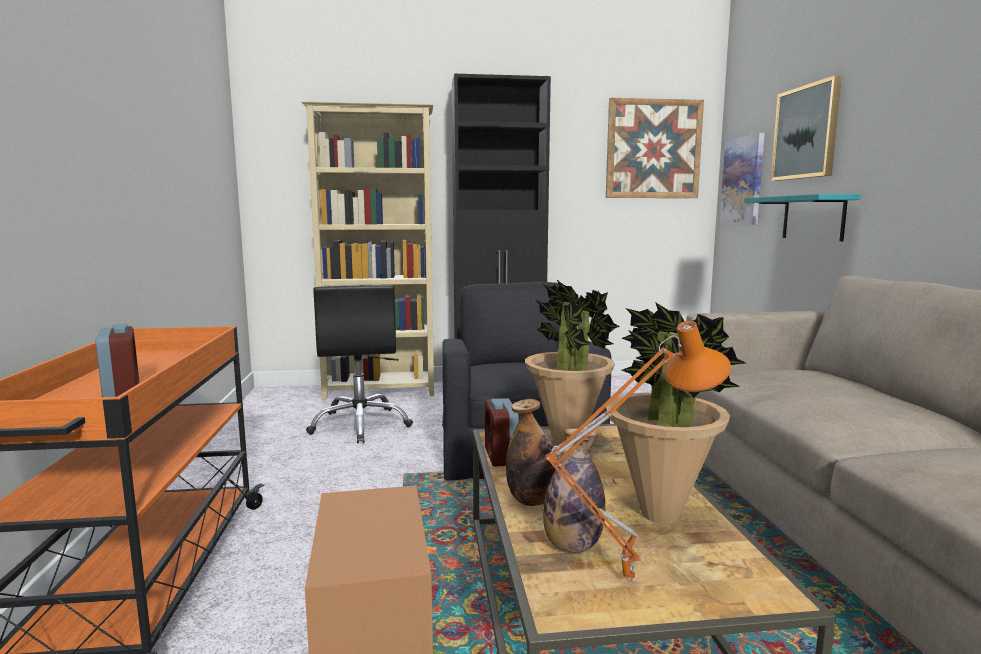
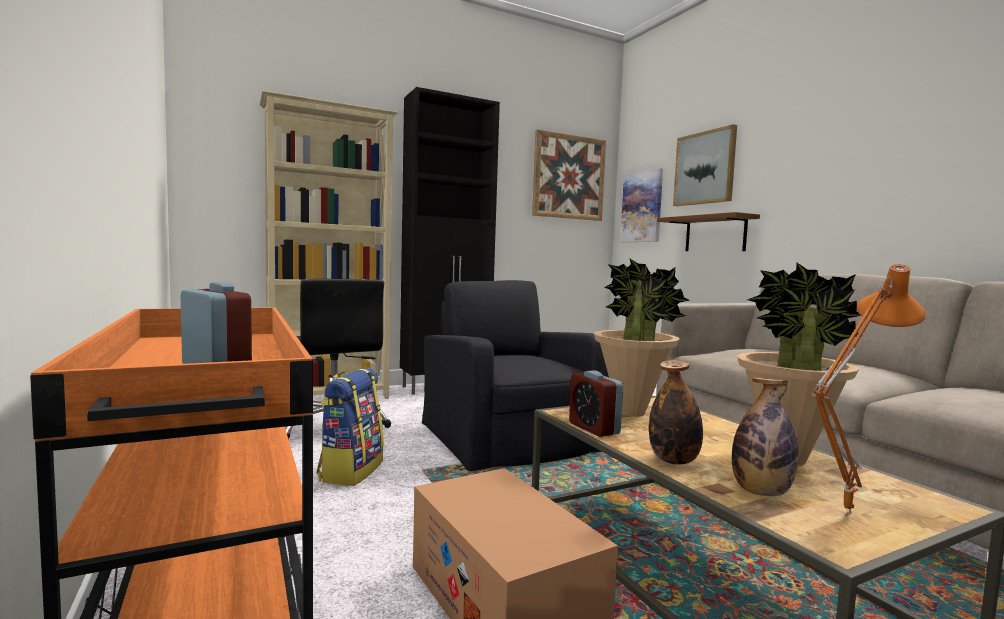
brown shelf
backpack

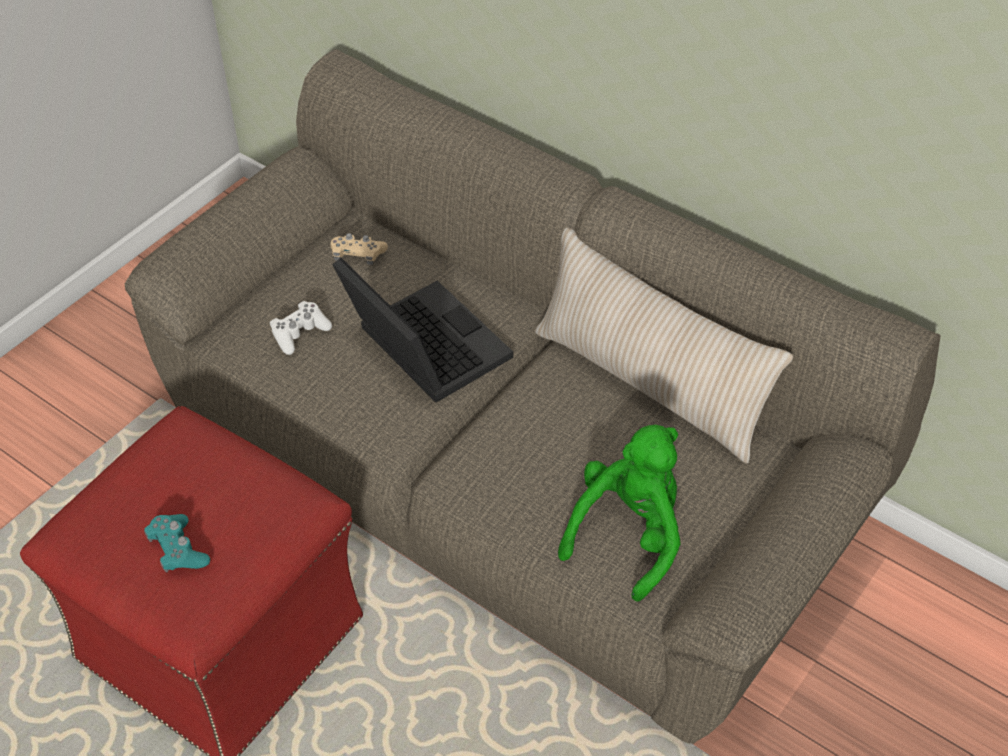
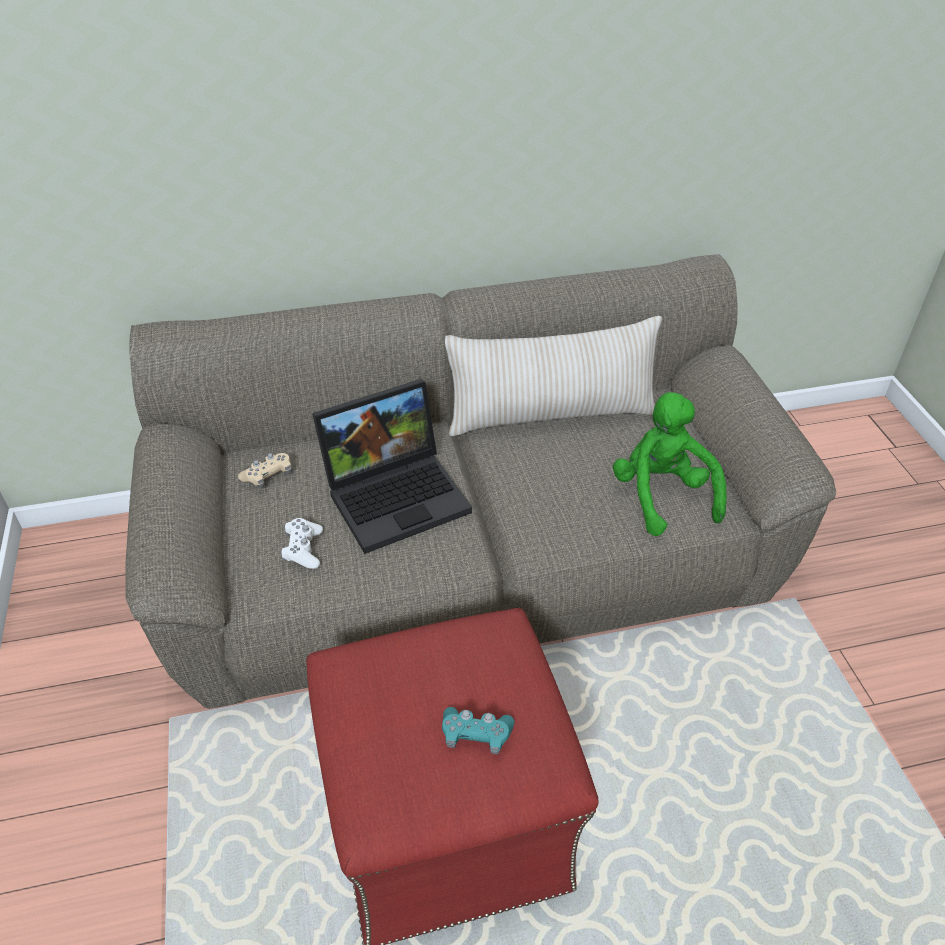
laptop

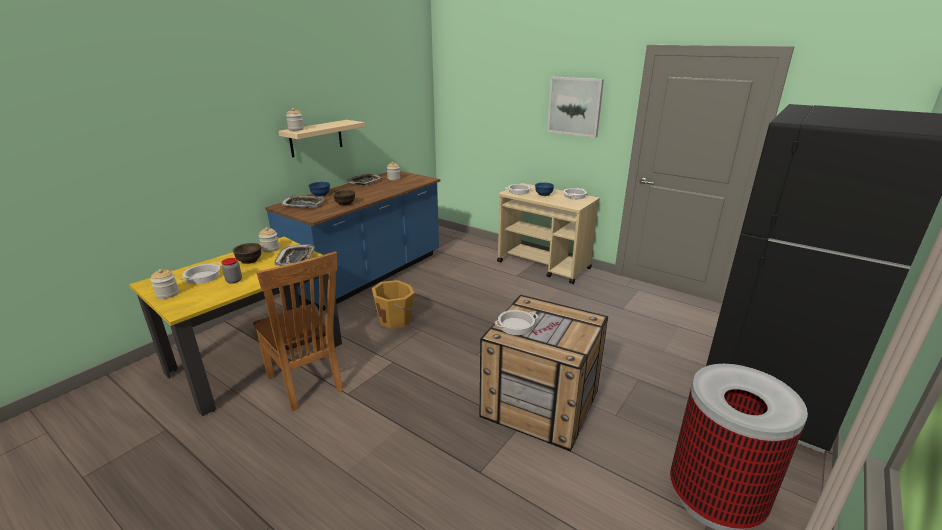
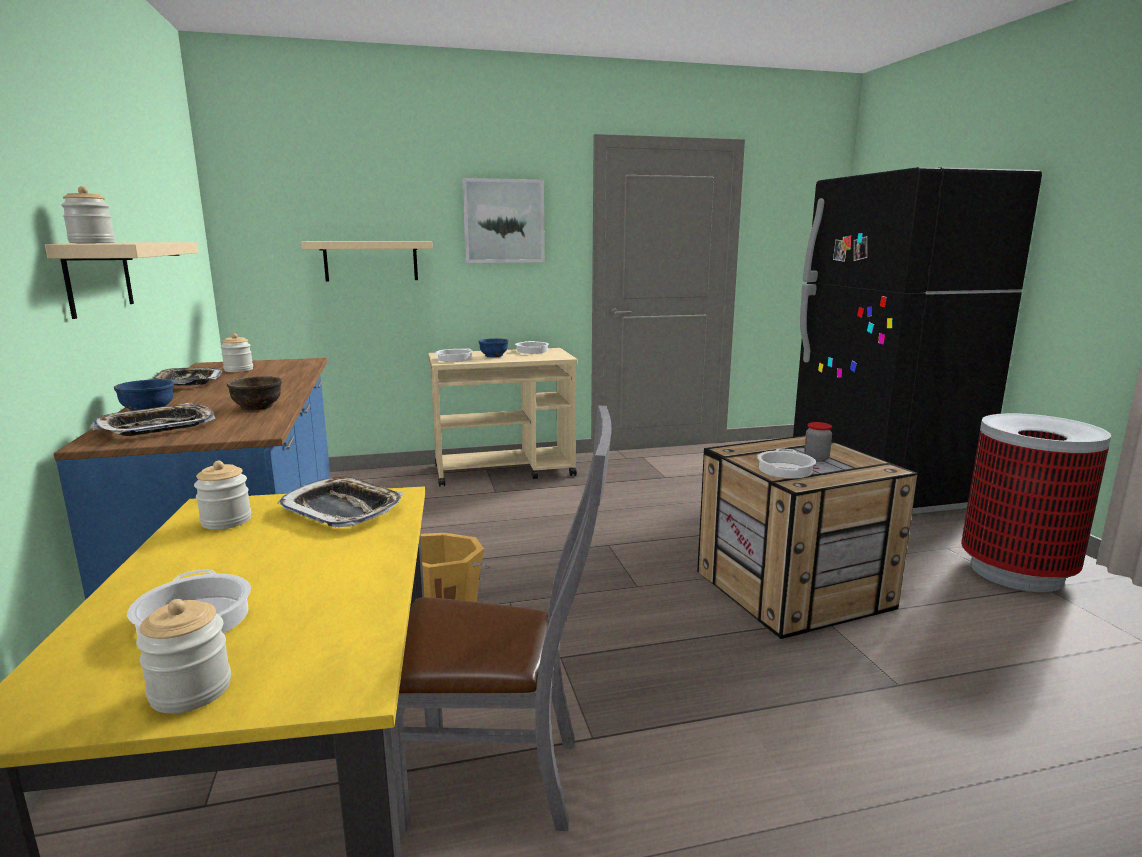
jar (no. 5 from left)
brown bowl (no. 1 from left in the first image)
grey chair
beige shelf (no. 2 from left)

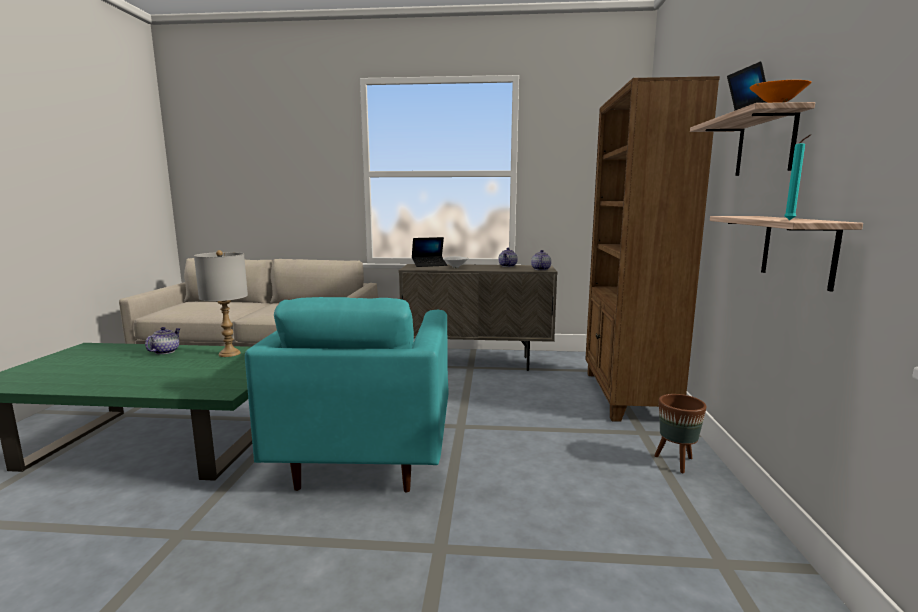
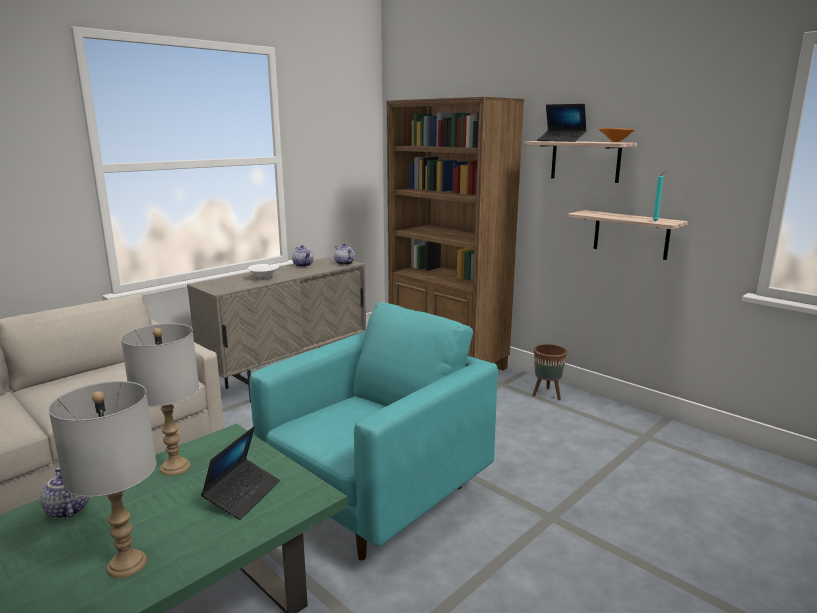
turquoise armchair
laptop (no. 1 from left)
grey table lamp (no. 1 from left)

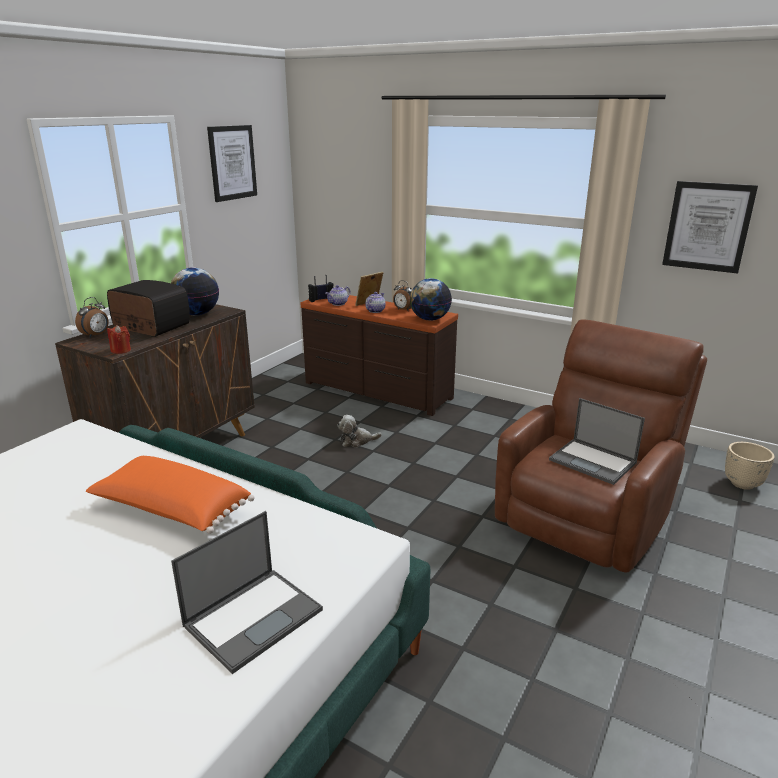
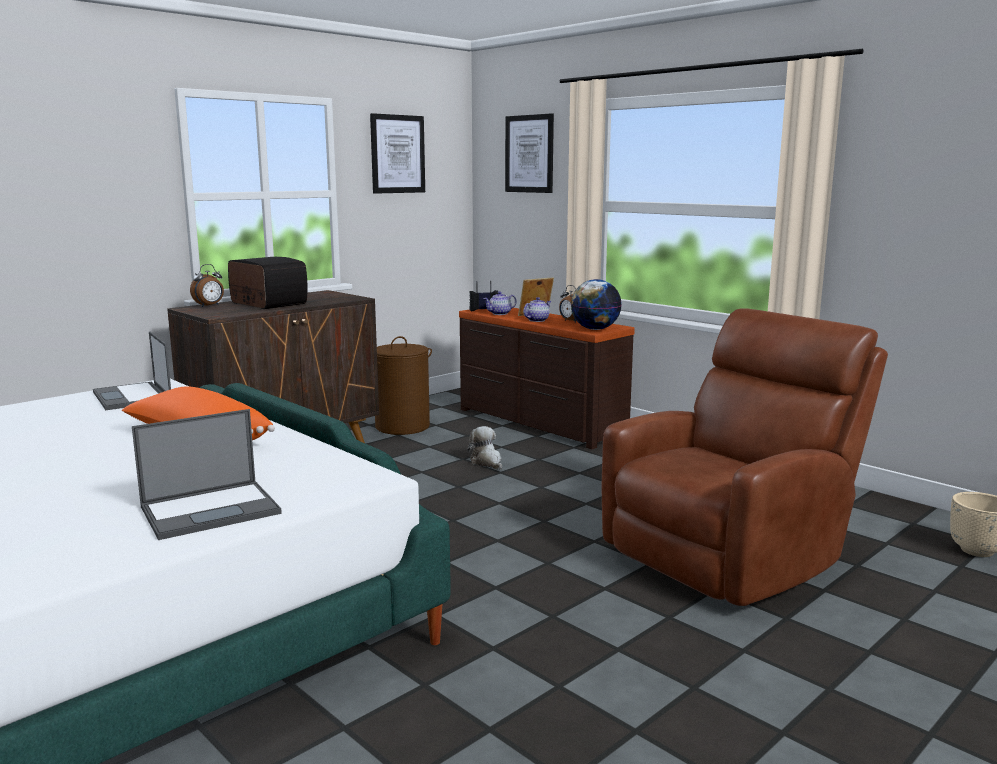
red candle
globe (no. 1 from left in the first image)
plush toy
laptop (no. 1 from left)
picture (no. 2 from left)
brown laundry basket

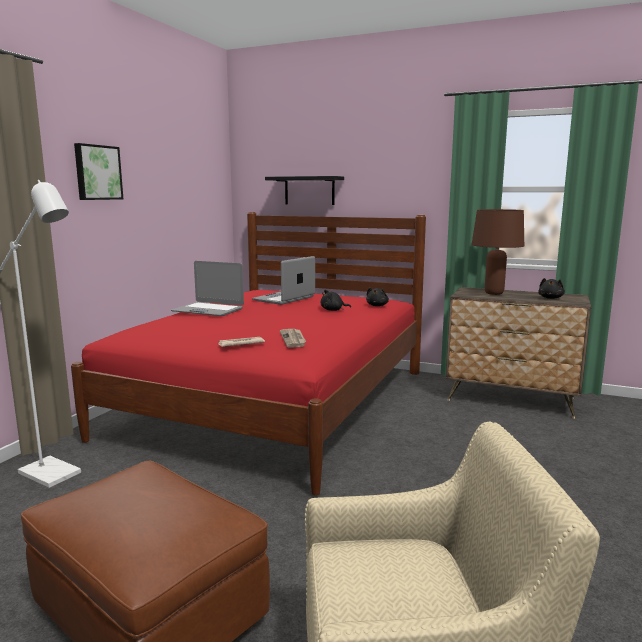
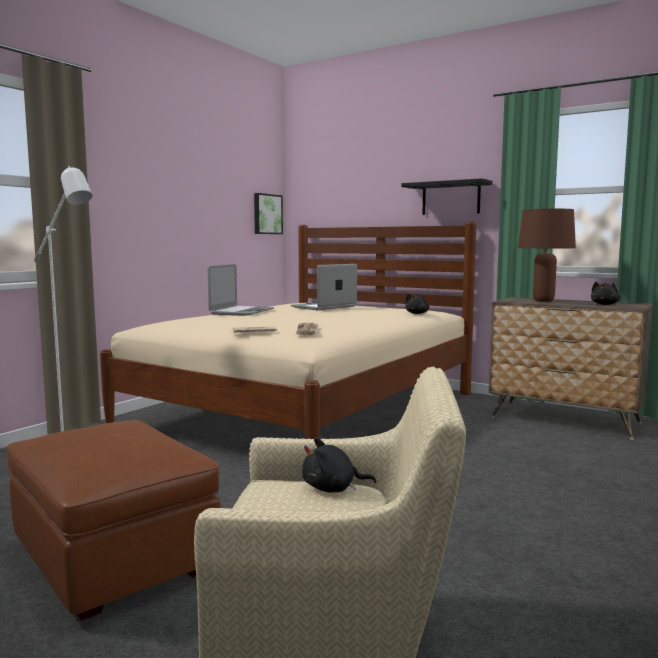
beige bed
picture
laptop (no. 1 from left)
black shelf
black plush toy (no. 1 from left)

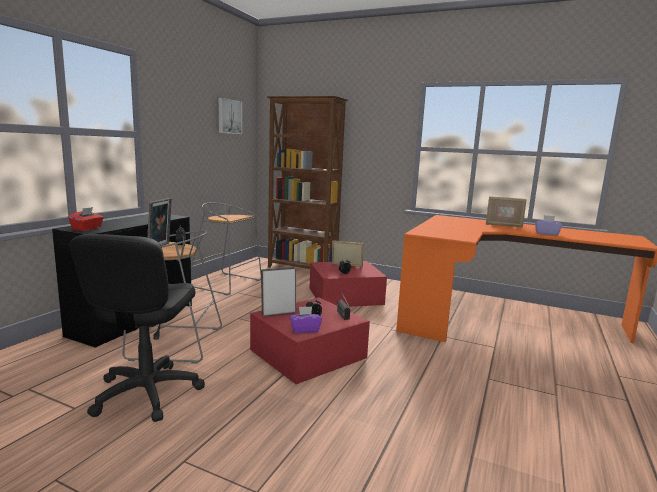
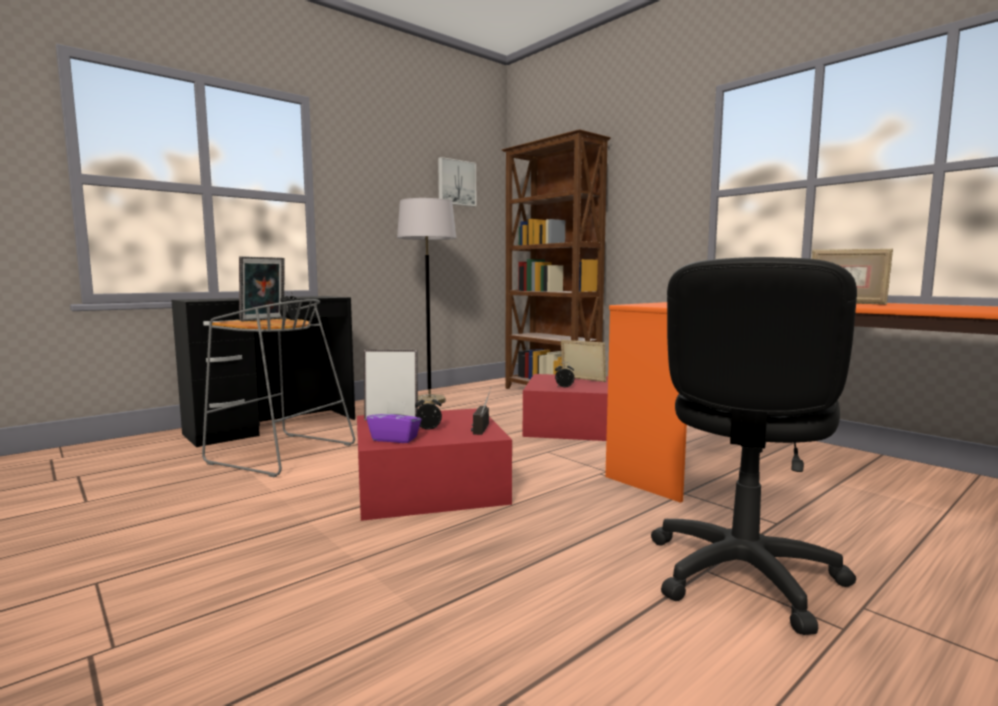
red tissue box
black office chair
grey floor lamp
purple tissue box (no. 2 from left in the first image)

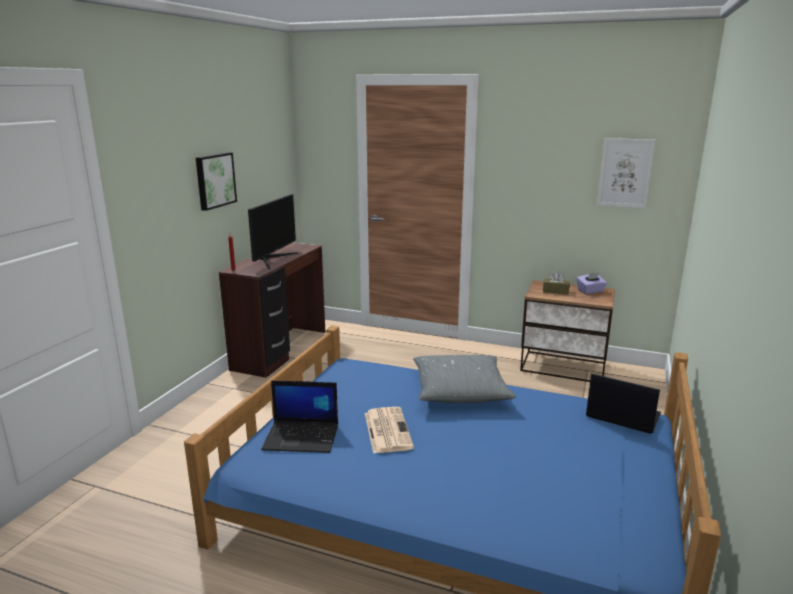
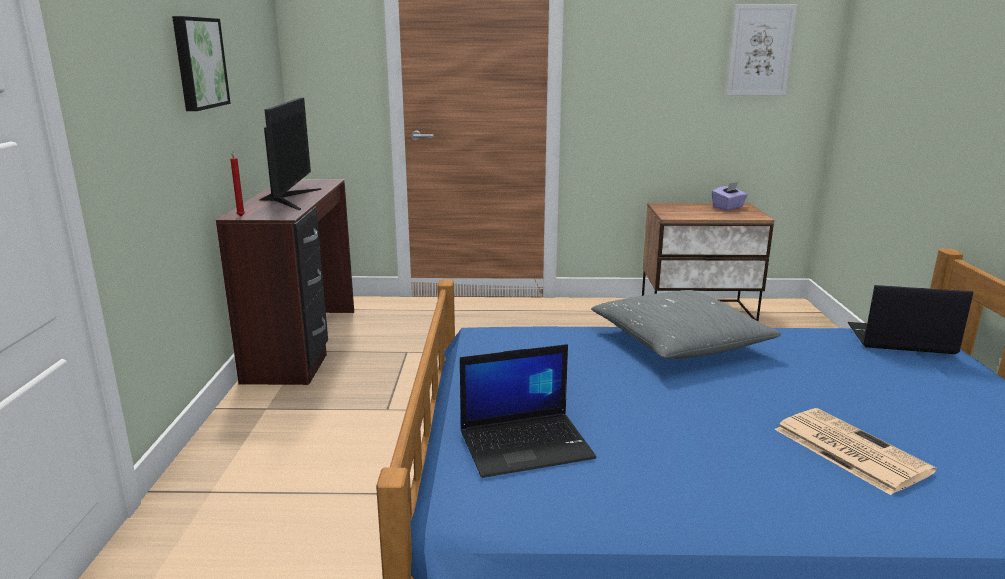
newspaper
brown tissue box

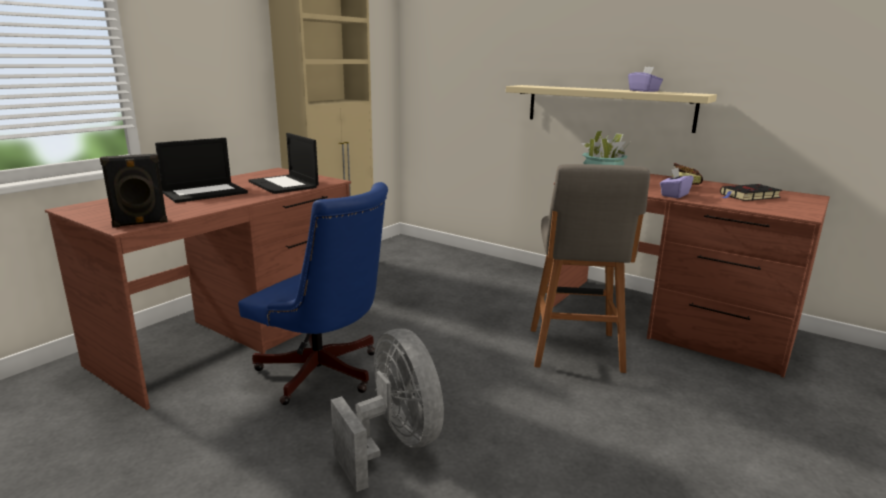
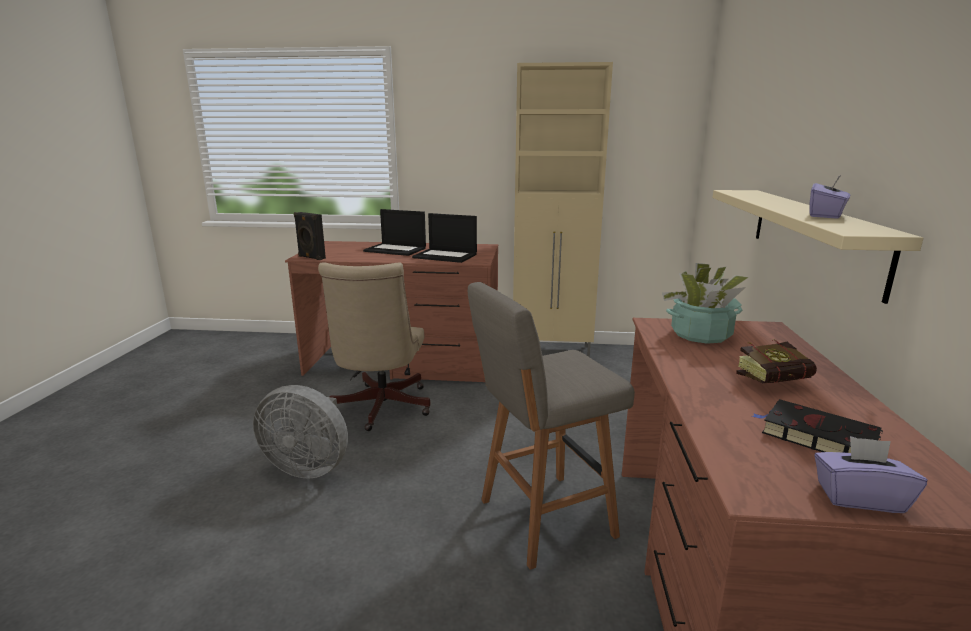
beige office chair
laptop (no. 2 from left)
grey fan
purple tissue box (no. 2 from left)

